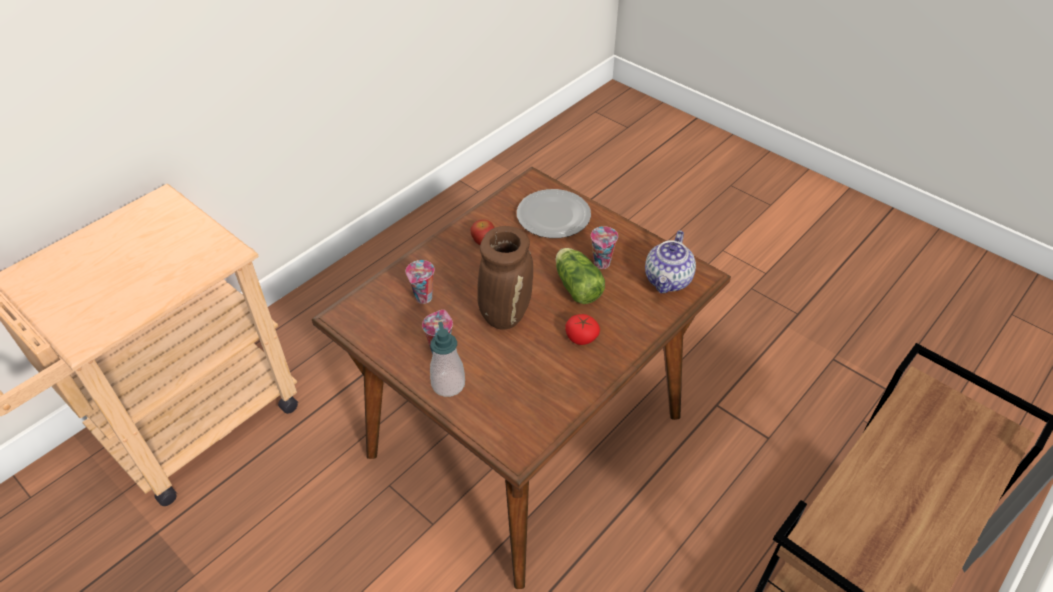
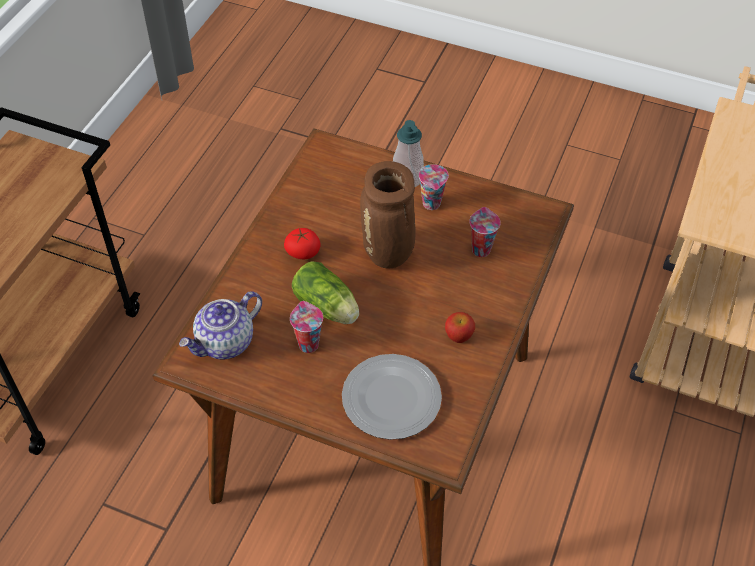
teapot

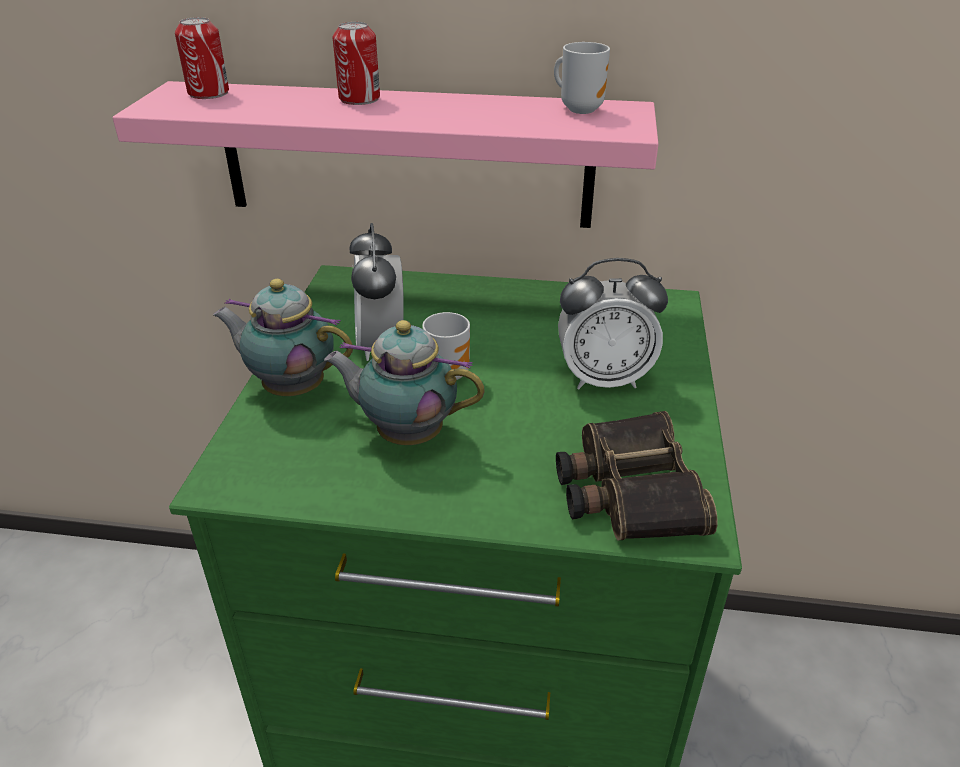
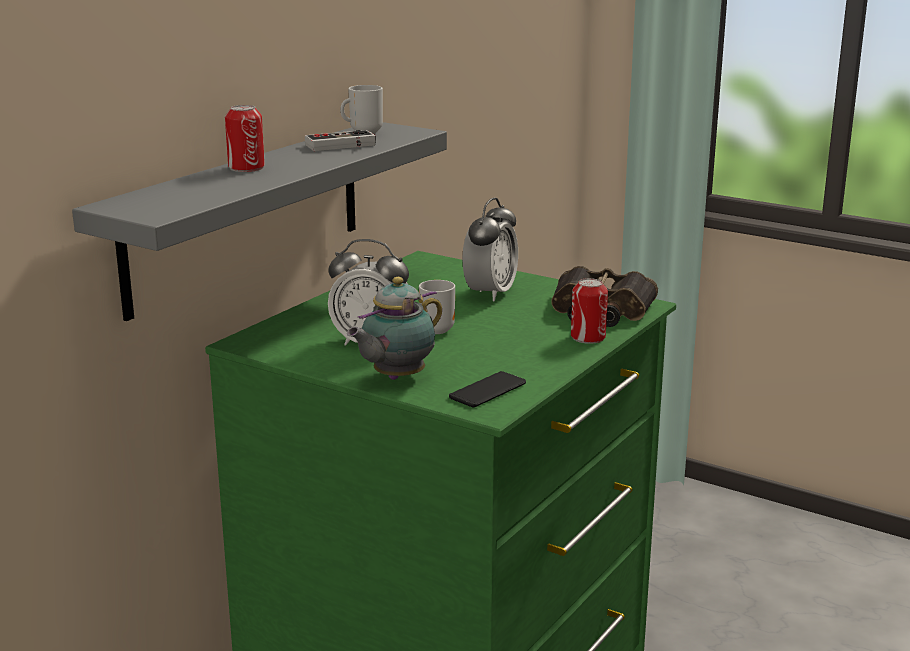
grey shelf
can (no. 2 from left)
teapot (no. 2 from left in the first image)
game controller
phone

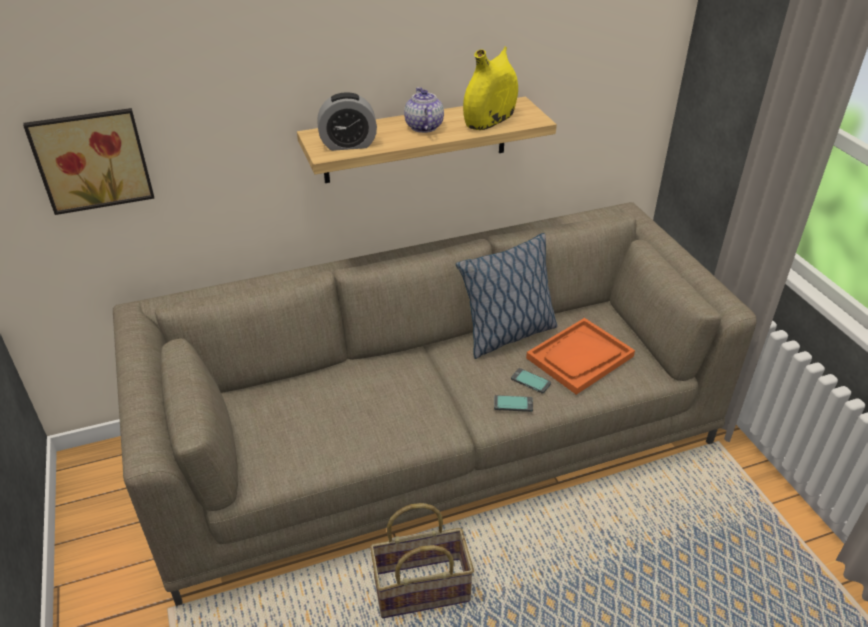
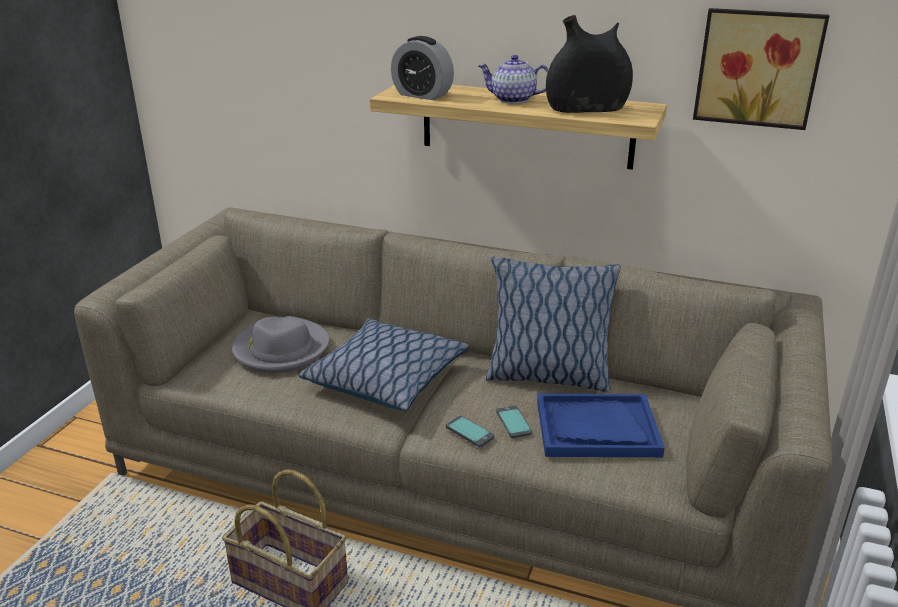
picture
teapot
black vase
blue tray
grey hat
pillow (no. 1 from left)

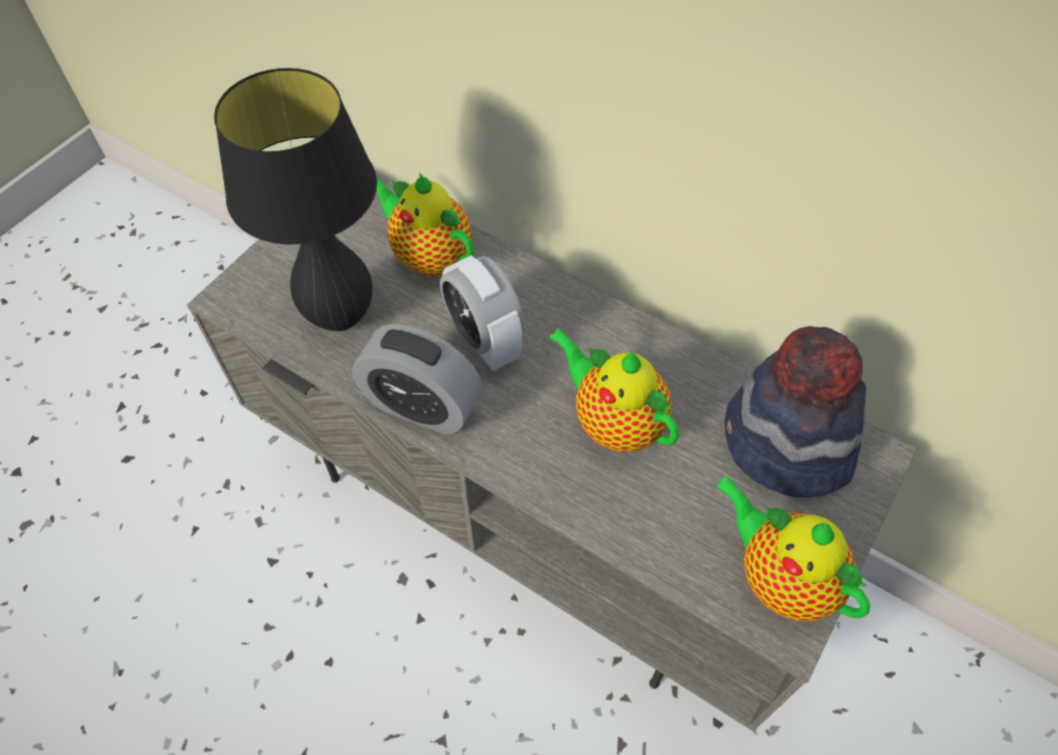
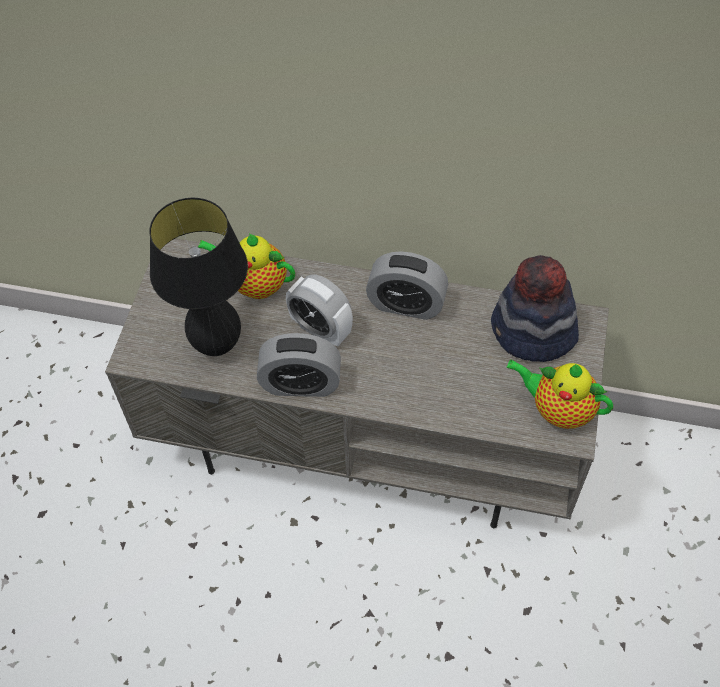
teapot (no. 2 from left in the first image)
alarm clock (no. 3 from left)

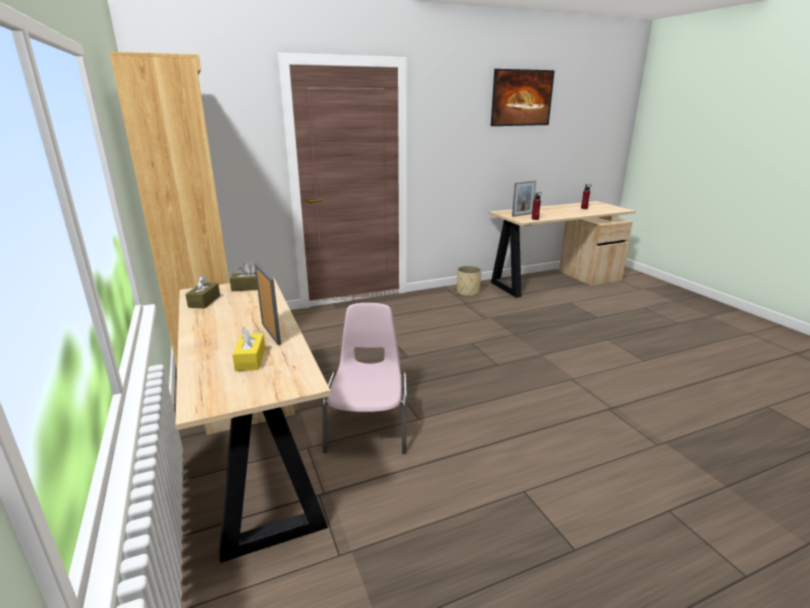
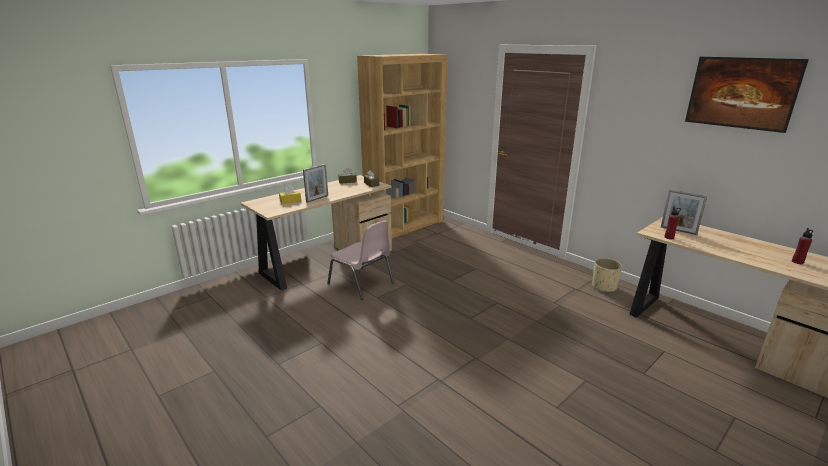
pink chair

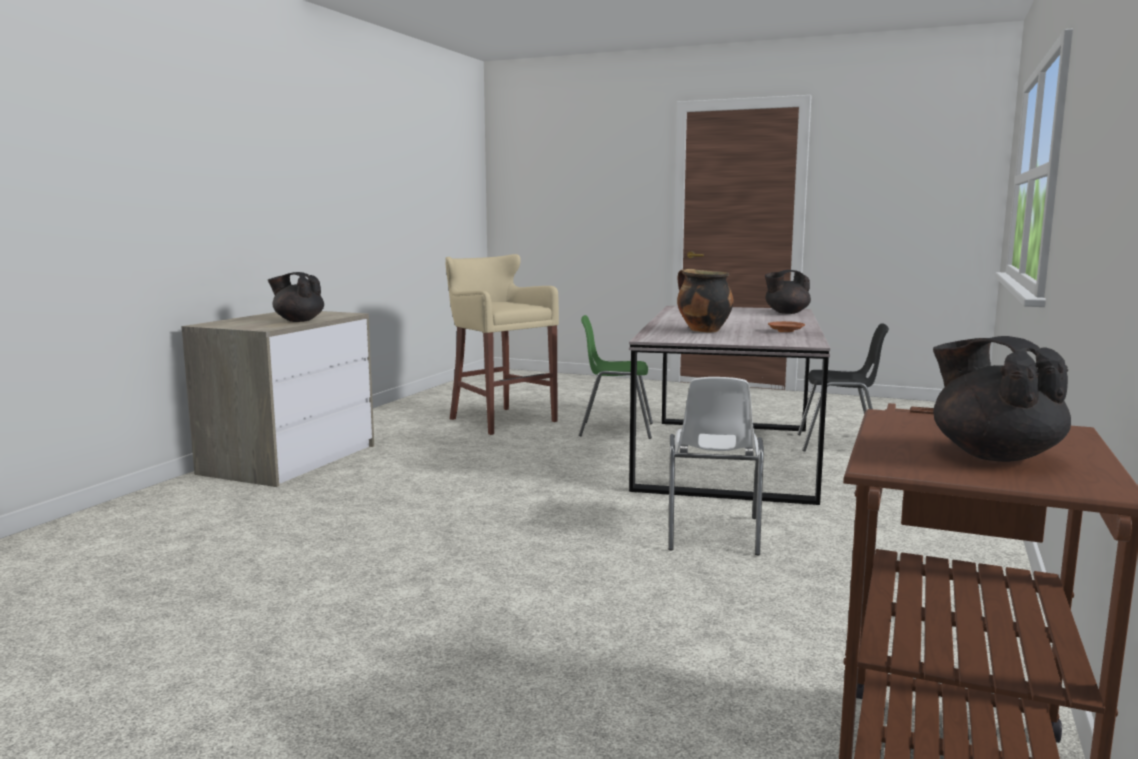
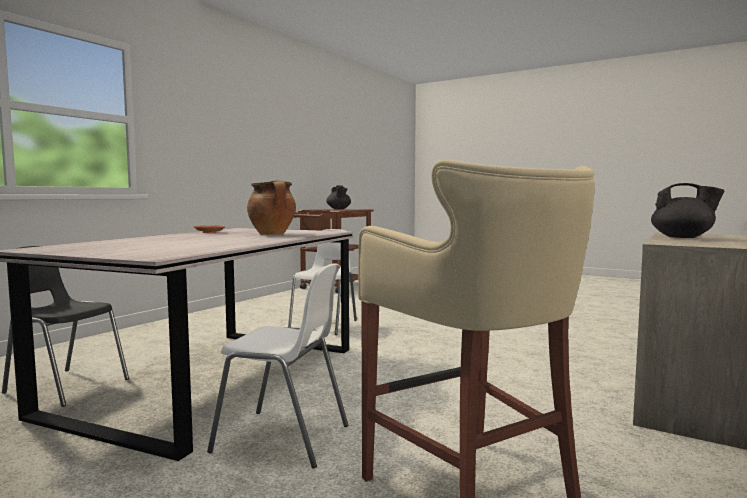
white chair (no. 1 from left)
black teapot (no. 2 from left in the first image)

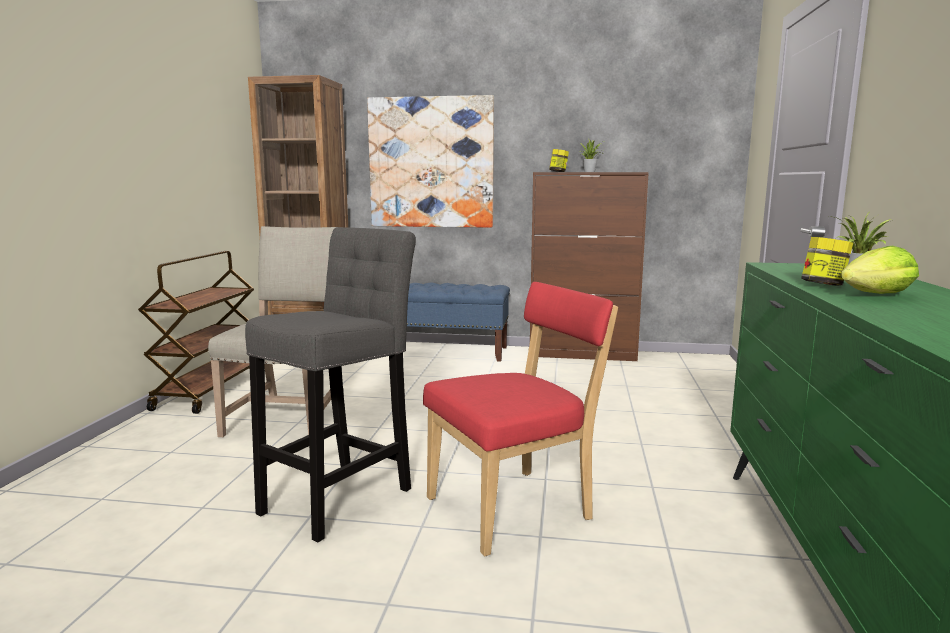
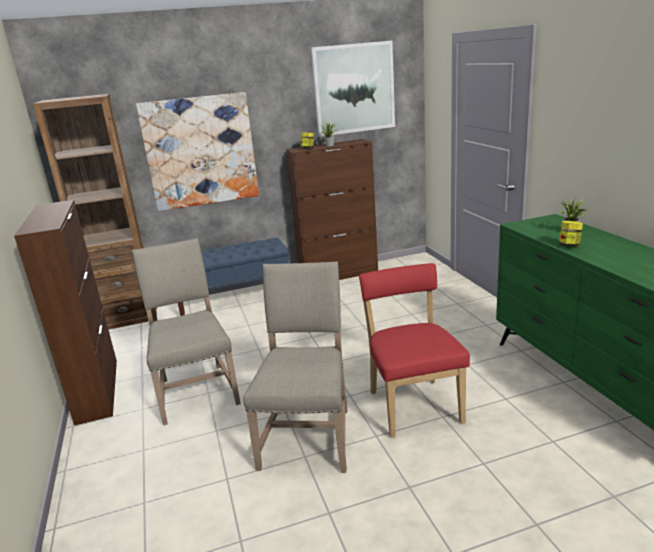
brown cabinet (no. 1 from left)
beige chair (no. 2 from left)
red chair
lettuce
picture (no. 2 from left)

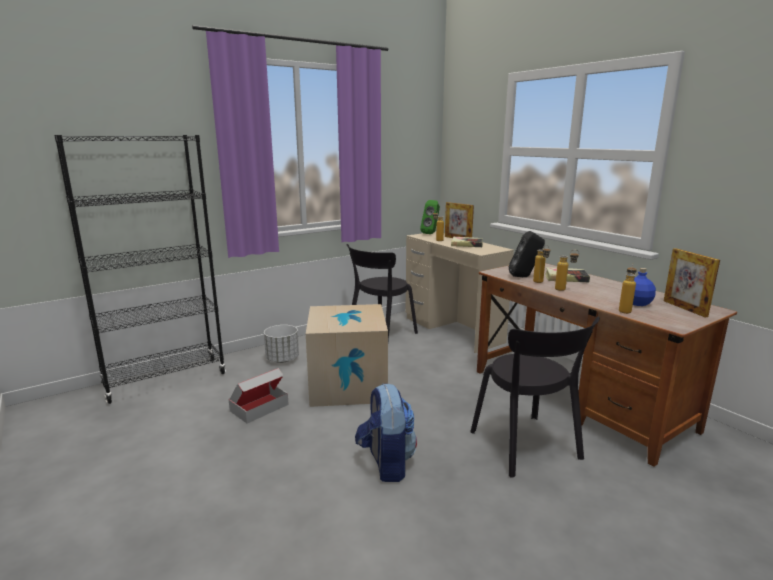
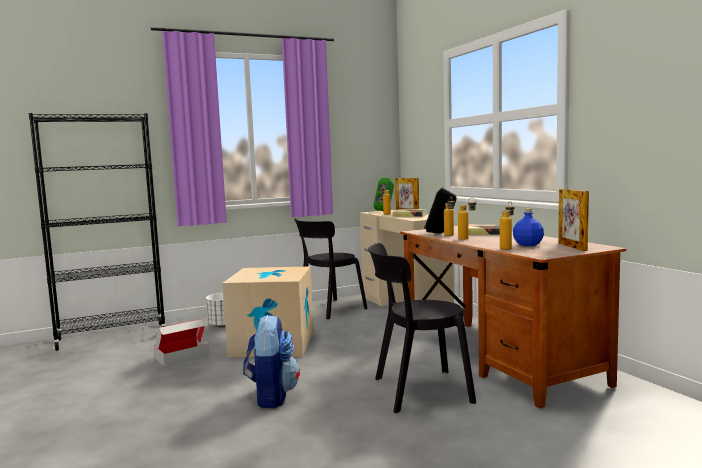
black chair (no. 2 from left)

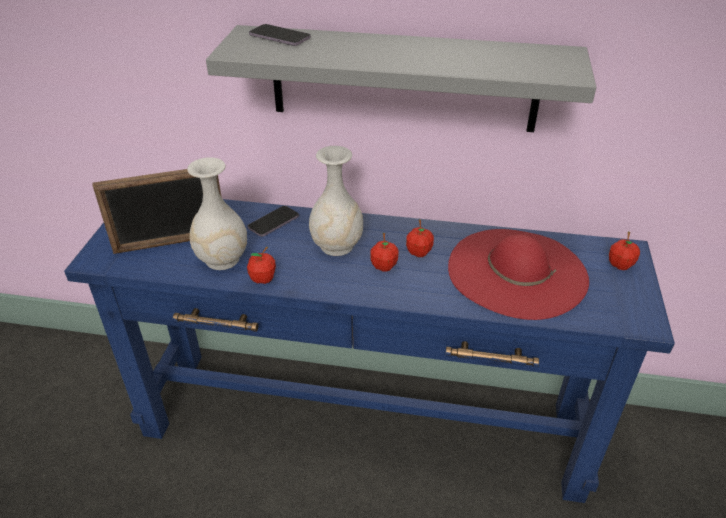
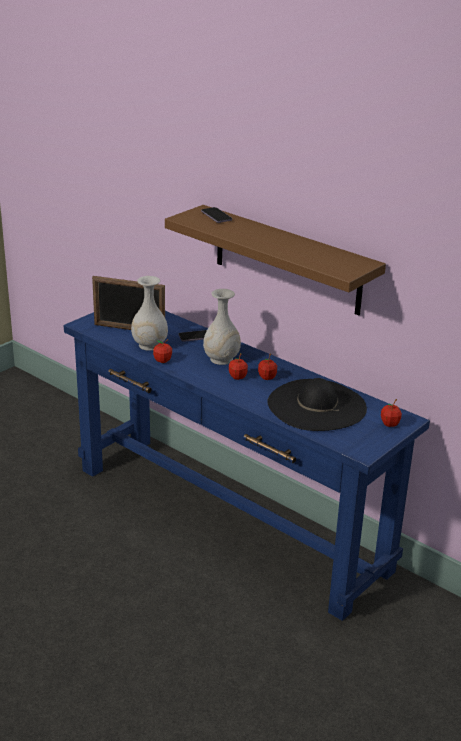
brown shelf
black hat

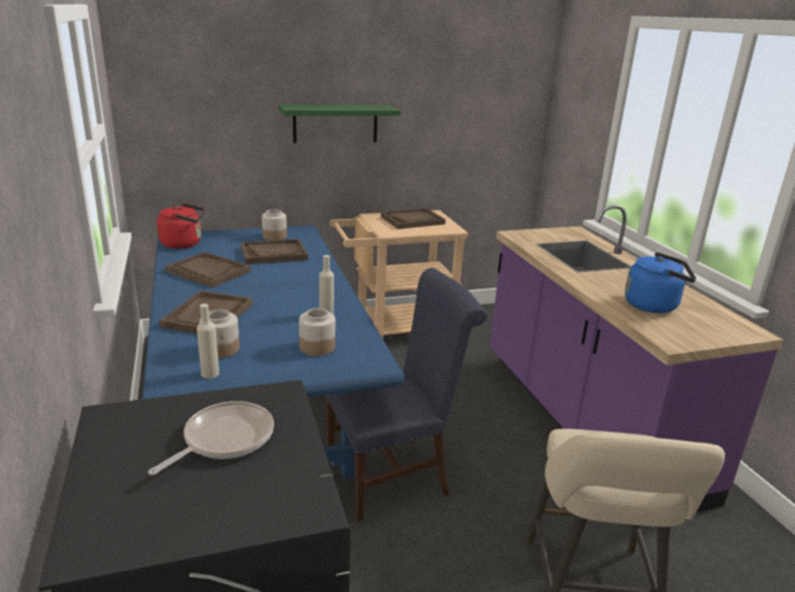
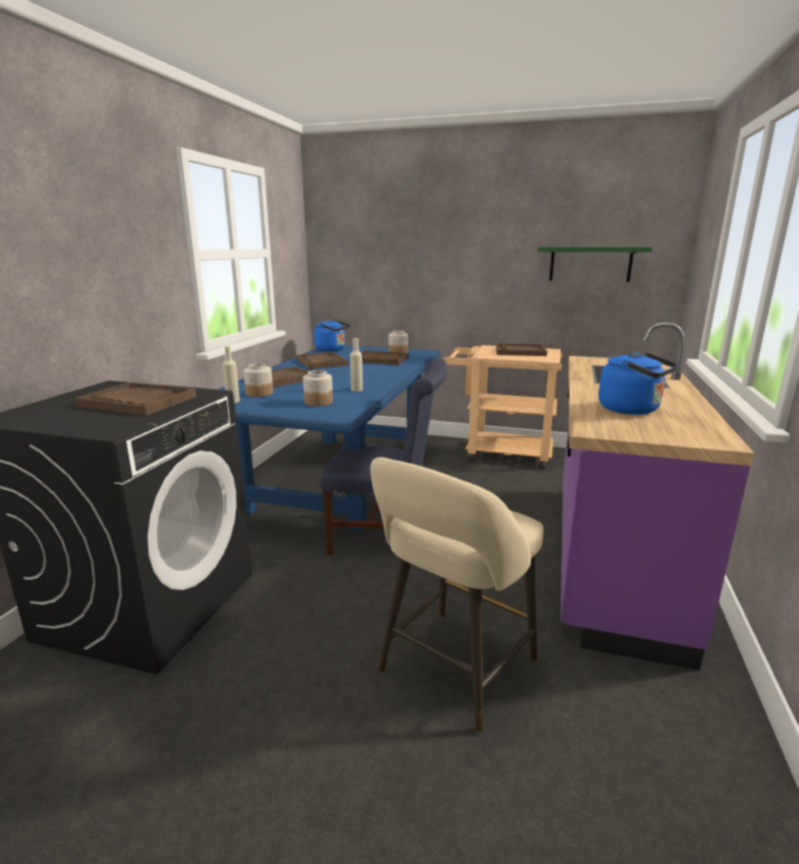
brown tray (no. 1 from left)
blue kettle (no. 1 from left)
green shelf

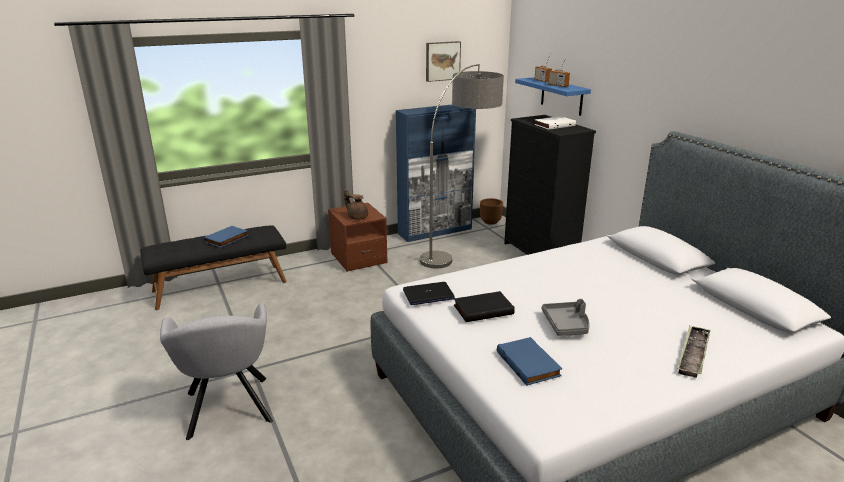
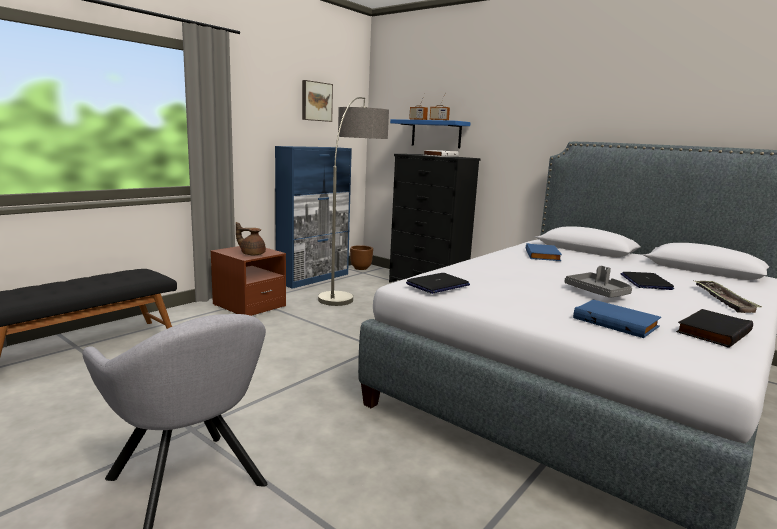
blue book (no. 1 from left)
black book
laptop (no. 2 from left)

